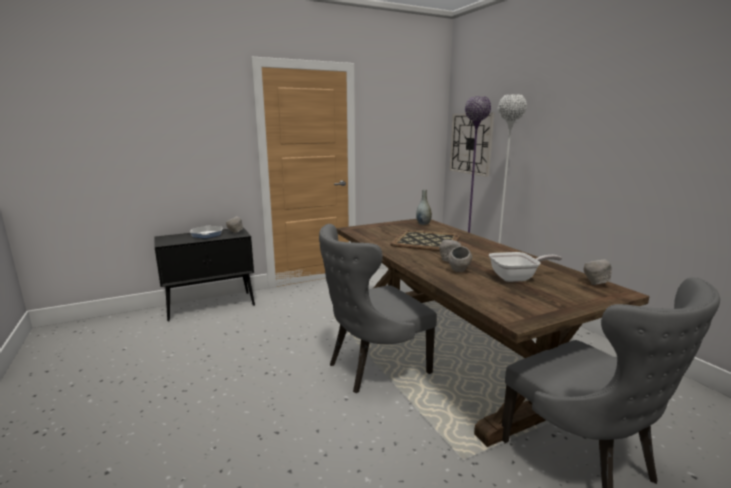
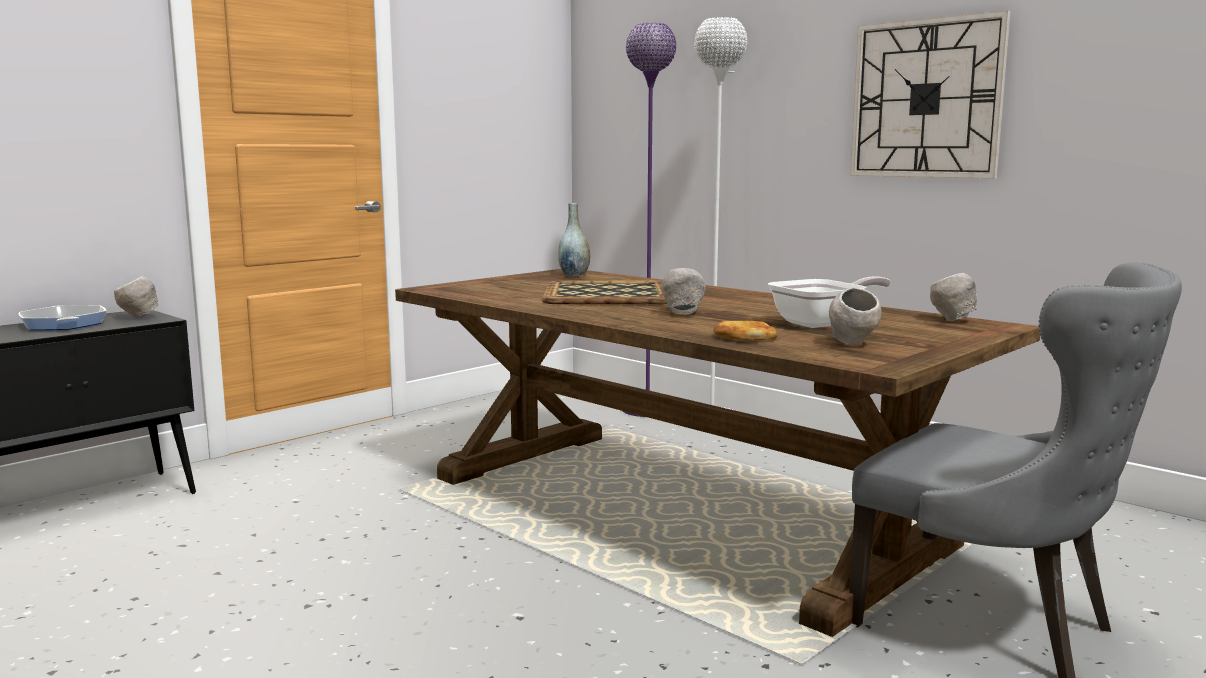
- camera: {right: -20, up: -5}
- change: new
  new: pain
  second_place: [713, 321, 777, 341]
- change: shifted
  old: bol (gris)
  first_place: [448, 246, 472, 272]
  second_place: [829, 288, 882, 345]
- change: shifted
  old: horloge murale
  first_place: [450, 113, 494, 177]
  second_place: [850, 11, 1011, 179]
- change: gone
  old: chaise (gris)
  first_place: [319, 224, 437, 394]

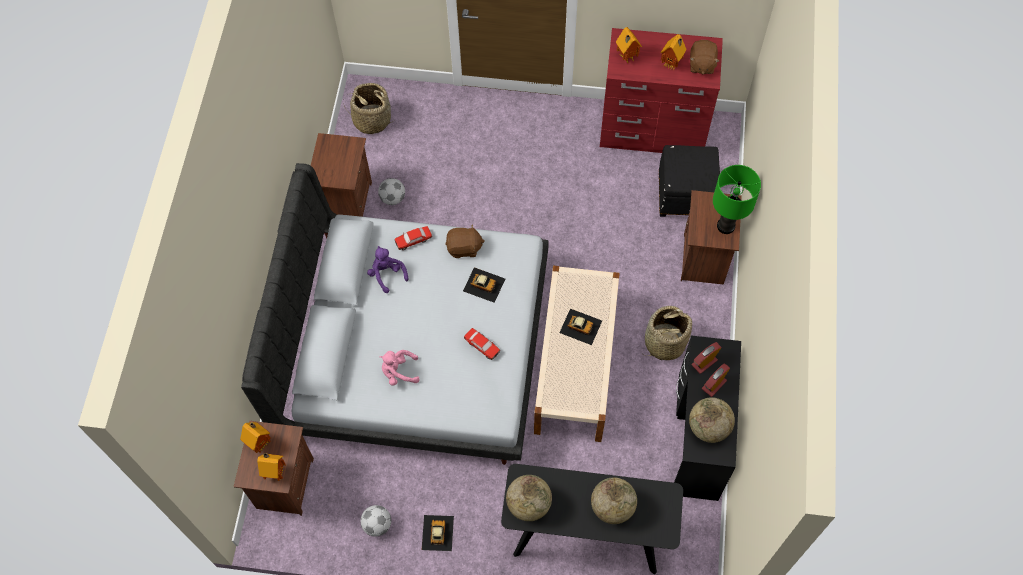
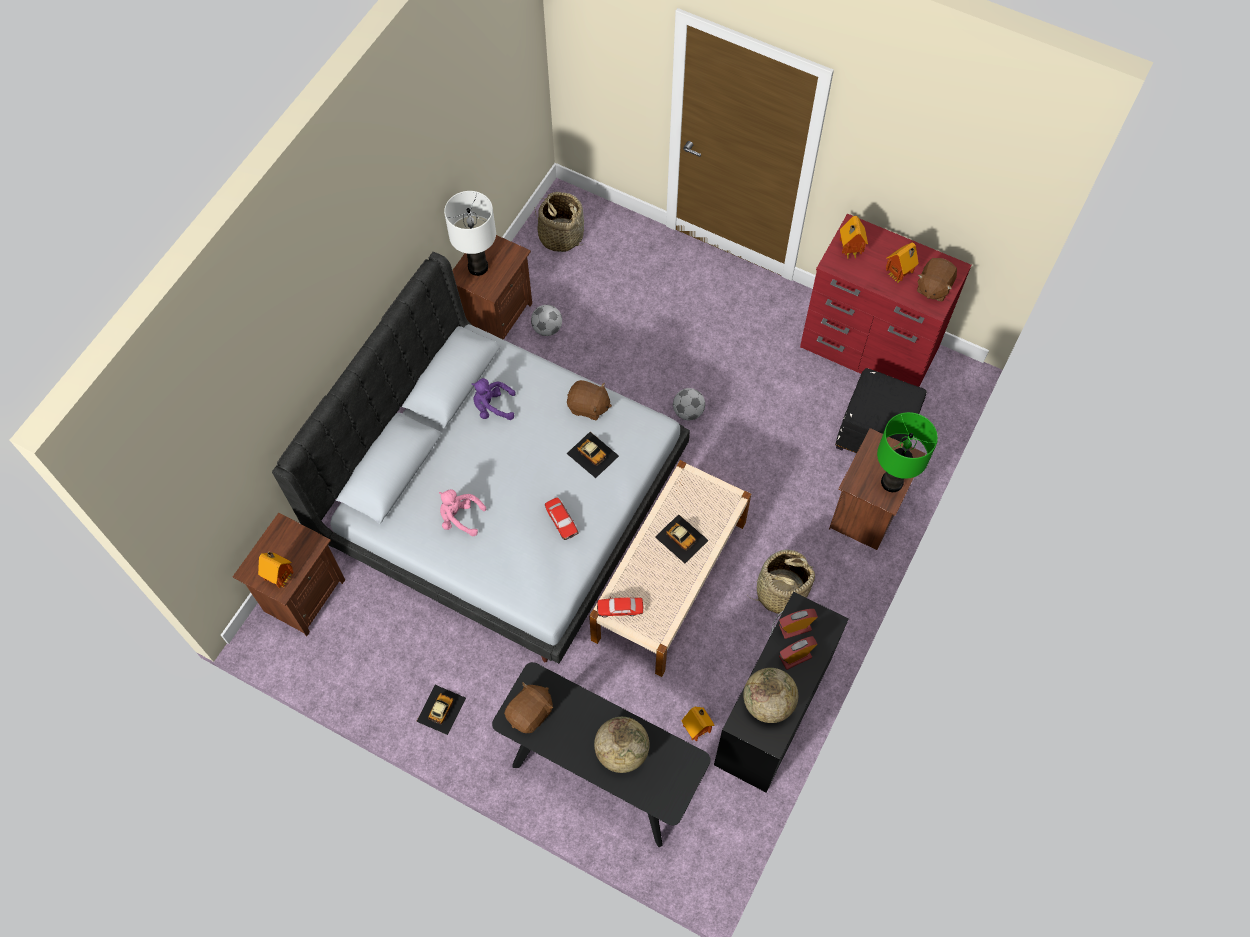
- camera: {right: 20, up: 0}
- change: new
  new: lampe de table (blanc)
  second_place: [444, 191, 496, 276]
- change: rotated
  old: peluche (violet)
  first_place: [367, 246, 408, 293]
  second_place: [471, 378, 516, 420]
  degrees: -75
- change: swapped
  old: globe
  new: peluche (marron)
  first_place: [506, 475, 552, 521]
  second_place: [504, 682, 553, 733]
- change: shifted
  old: petite voiture
  first_place: [395, 226, 432, 250]
  second_place: [597, 596, 643, 618]
- change: shifted
  old: ballon de foot
  first_place: [360, 505, 391, 537]
  second_place: [673, 388, 705, 420]
- change: shifted
  old: maison miniature
  first_place: [240, 422, 271, 453]
  second_place: [681, 707, 715, 741]

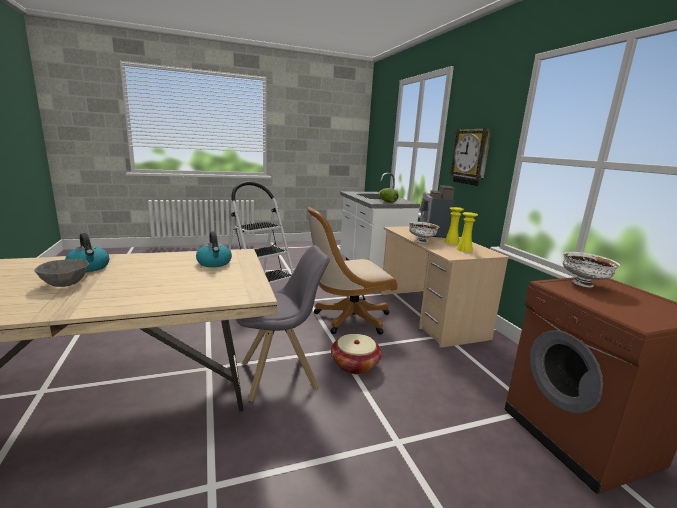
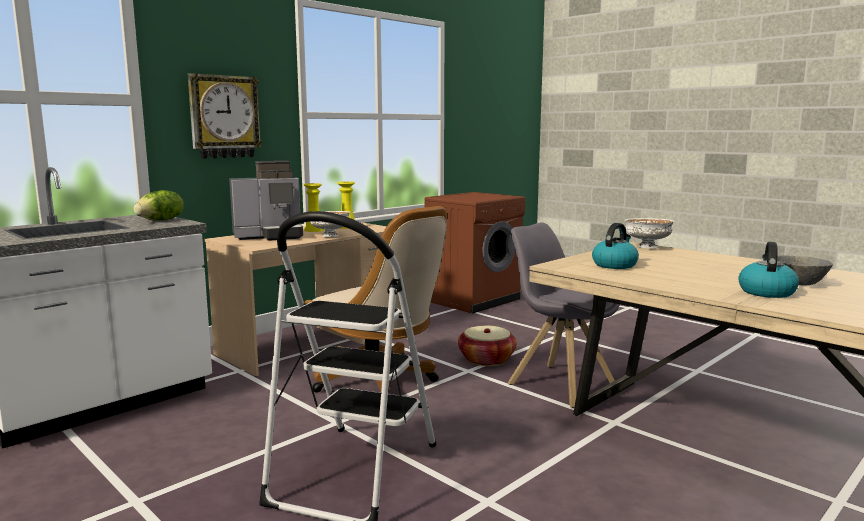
- camera: {right: -115, up: -5}
- change: shifted
  old: bol (blanc)
  first_place: [563, 252, 620, 287]
  second_place: [625, 218, 674, 249]

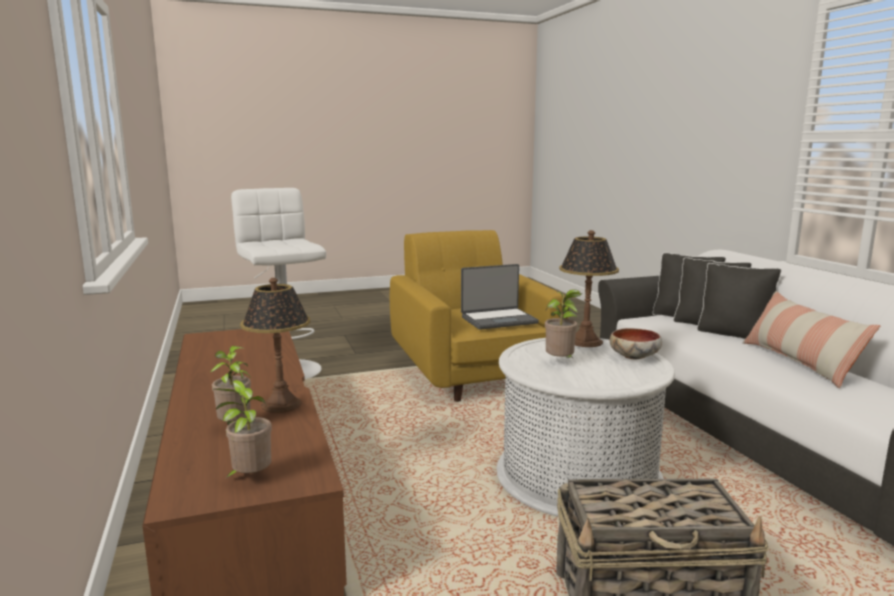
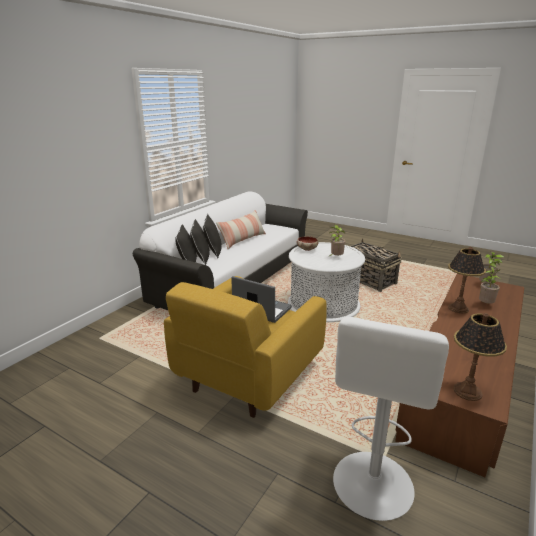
- camera: {right: -130, up: 10}
- change: shifted
  old: lampe de table
  first_place: [559, 230, 619, 347]
  second_place: [453, 313, 507, 401]

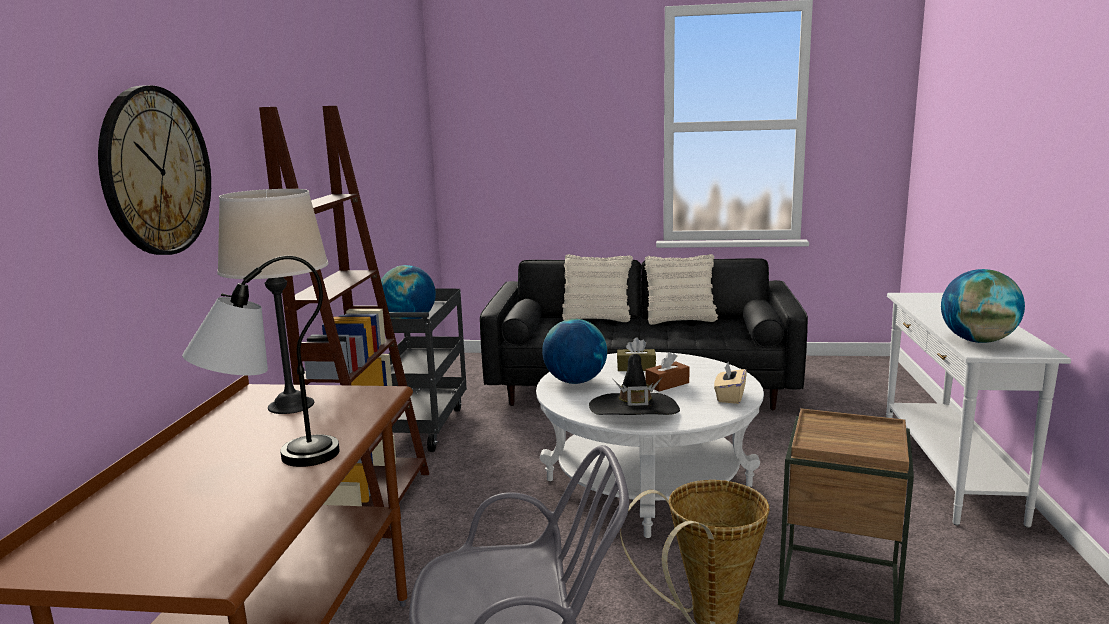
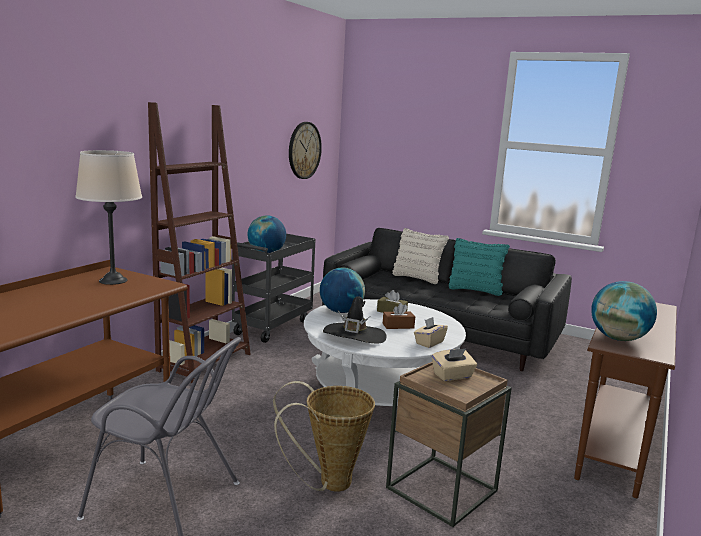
- camera: {right: 20, up: 0}
- change: shifted
  old: horloge murale
  first_place: [98, 85, 211, 255]
  second_place: [289, 122, 322, 179]
- change: new
  new: boîte à mouchoirs (beige)
  second_place: [432, 348, 477, 381]
- change: repainted
  old: coussin (beige)
  new: coussin (turquoise)
  first_place: [645, 254, 718, 325]
  second_place: [449, 238, 510, 296]
- change: repainted
  old: table console (blanc)
  new: table console (marron)
  first_place: [886, 293, 1071, 528]
  second_place: [574, 302, 677, 499]
- change: gone
  old: lampe de table
  first_place: [182, 256, 340, 467]

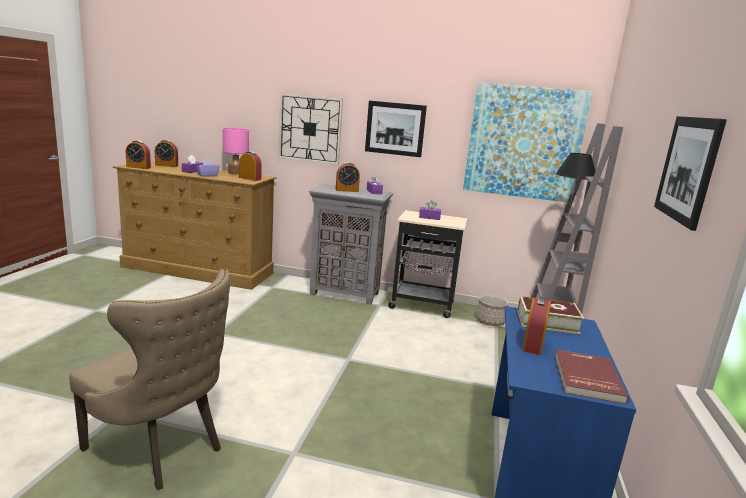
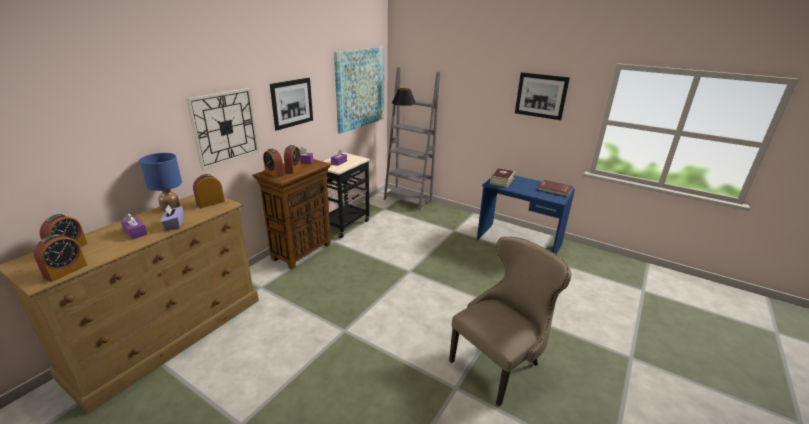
- camera: {right: -70, up: 10}
- change: repainted
  old: lampe de table (rose)
  new: lampe de table (bleu)
  first_place: [223, 128, 249, 175]
  second_place: [139, 153, 182, 212]
- change: repainted
  old: meuble de rangement (gris)
  new: meuble de rangement (marron)
  first_place: [309, 184, 393, 305]
  second_place: [252, 159, 331, 269]
- change: shifted
  old: réveil
  first_place: [522, 296, 551, 355]
  second_place: [263, 149, 284, 178]
- change: gone
  old: cache-pot
  first_place: [476, 295, 508, 326]

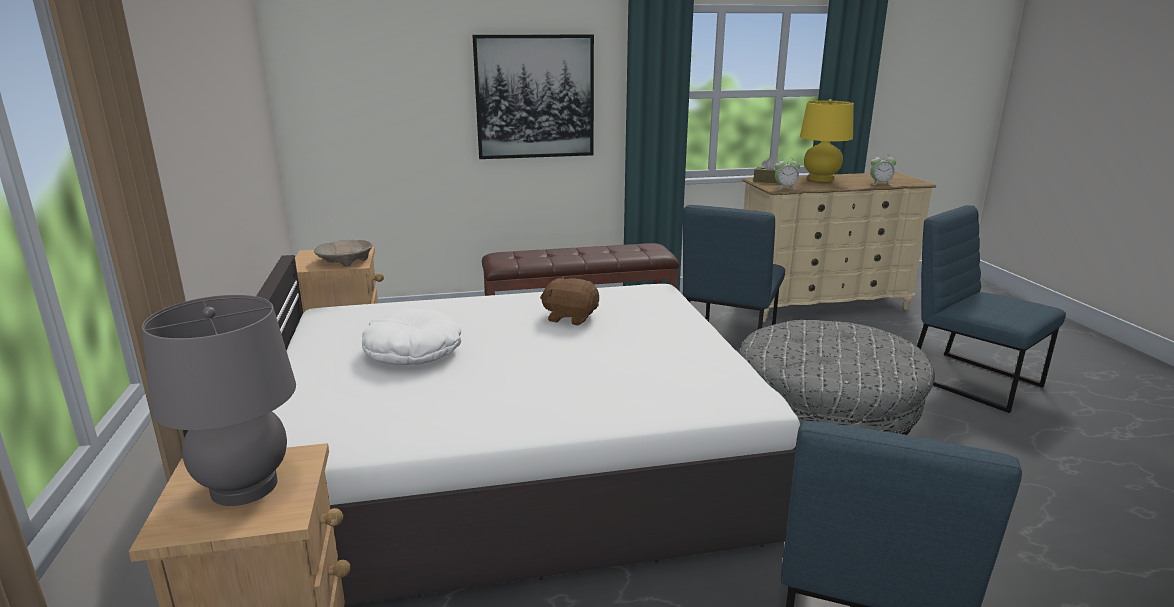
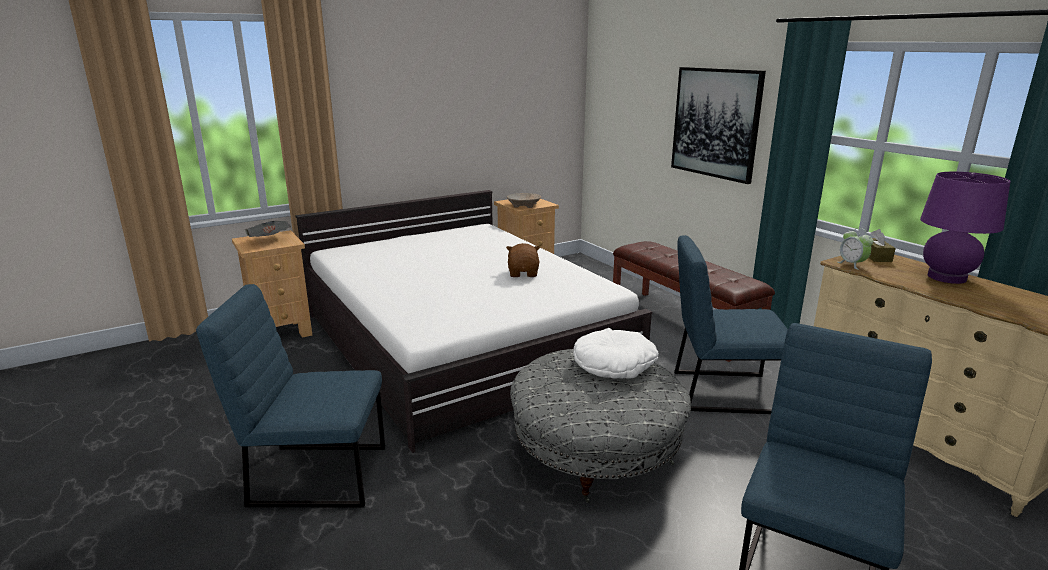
- camera: {right: 70, up: 0}
- change: swapped
  old: lampe de table (gris)
  new: journal
  first_place: [142, 295, 296, 506]
  second_place: [245, 221, 291, 237]
- change: shifted
  old: coussin (blanc)
  first_place: [362, 308, 461, 365]
  second_place: [573, 328, 659, 379]
- change: repainted
  old: lampe de table (jaune)
  new: lampe de table (violet)
  first_place: [800, 99, 854, 182]
  second_place: [920, 172, 1011, 284]
- change: gone
  old: réveil
  first_place: [870, 153, 896, 185]

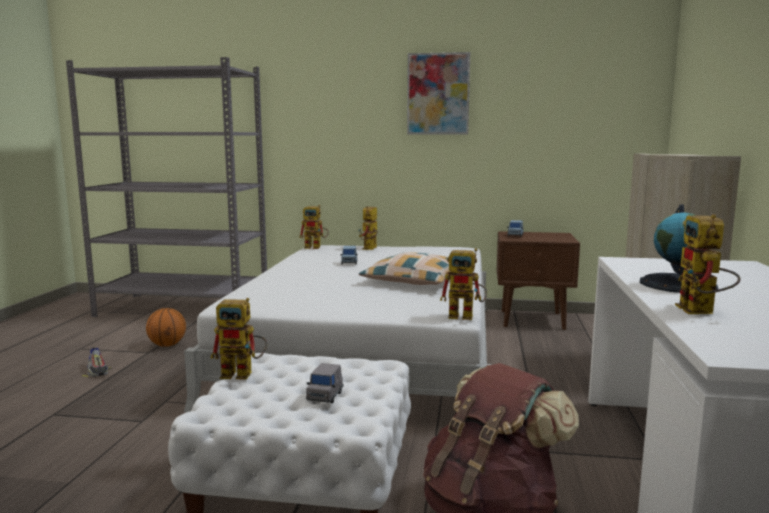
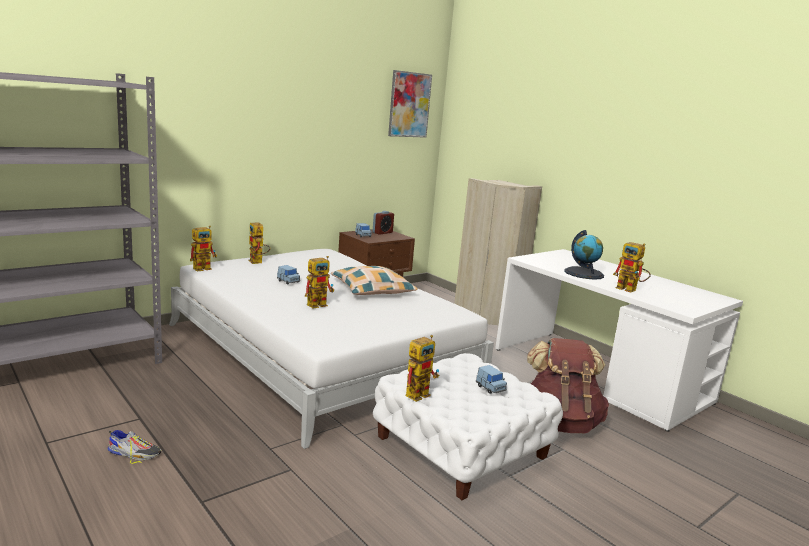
- camera: {right: -50, up: 5}
- change: shifted
  old: robot jouet
  first_place: [440, 248, 487, 320]
  second_place: [305, 256, 335, 308]
- change: new
  new: réveil
  second_place: [372, 211, 394, 235]
- change: shifted
  old: tableau
  first_place: [407, 52, 470, 135]
  second_place: [388, 70, 432, 138]
- change: repainted
  old: petite voiture (gris)
  new: petite voiture (bleu)
  first_place: [306, 363, 343, 404]
  second_place: [476, 365, 507, 394]
- change: gone
  old: ballon de basket
  first_place: [146, 308, 186, 347]

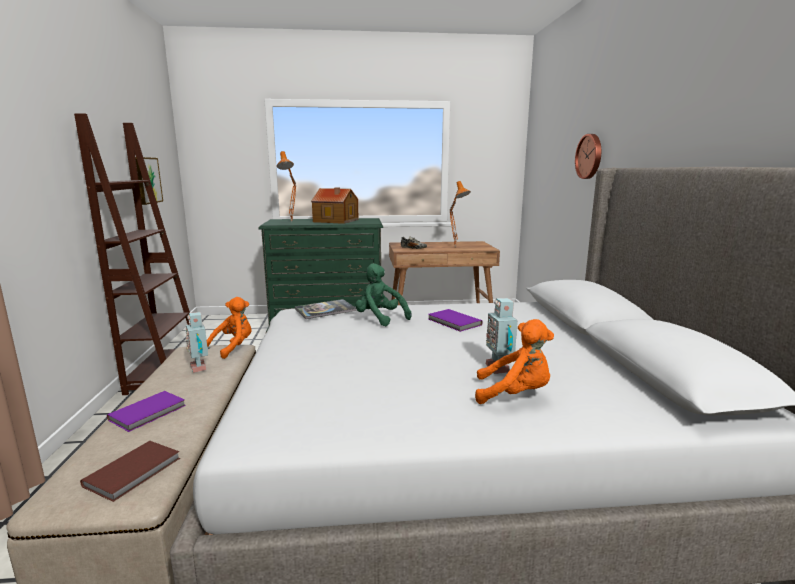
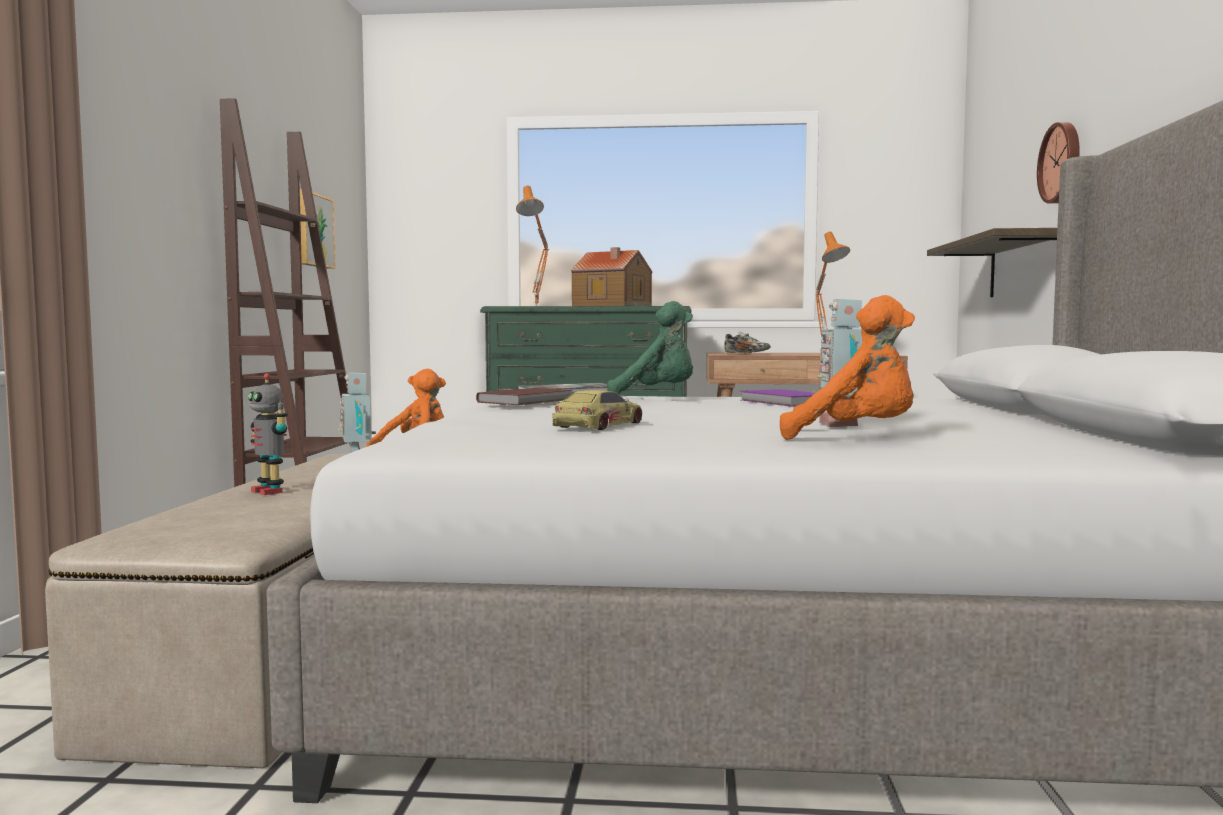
- camera: {right: 10, up: -10}
- change: swapped
  old: livre (violet)
  new: robot jouet
  first_place: [107, 391, 186, 432]
  second_place: [248, 374, 288, 495]
- change: shifted
  old: livre (marron)
  first_place: [80, 441, 180, 502]
  second_place: [476, 388, 572, 405]
- change: new
  new: petite voiture
  second_place: [552, 390, 642, 430]
- change: rotated
  old: peluche (vert)
  first_place: [355, 263, 412, 326]
  second_place: [607, 301, 693, 394]
  degrees: 135
- change: new
  new: étagère
  second_place: [927, 228, 1057, 297]

